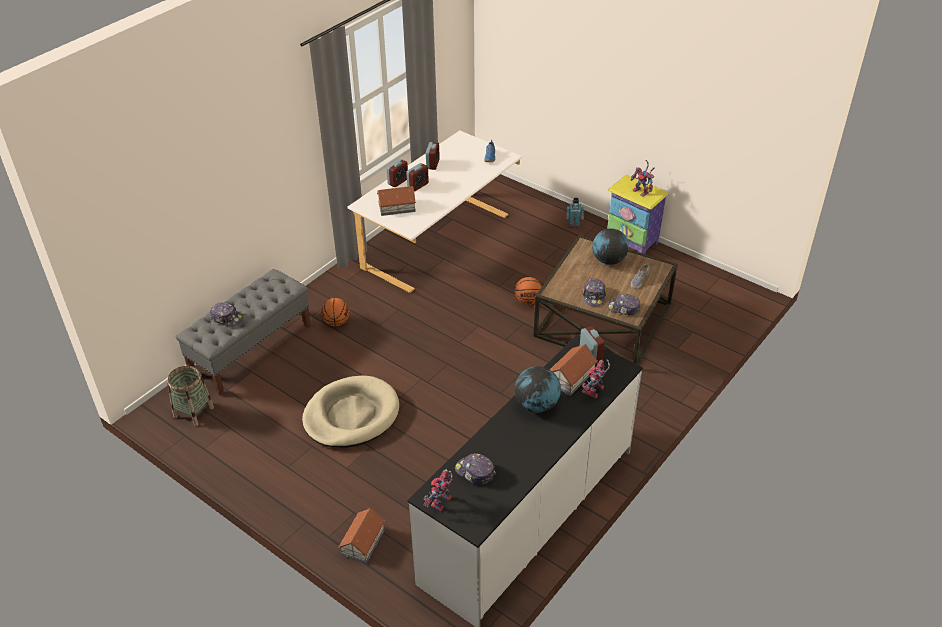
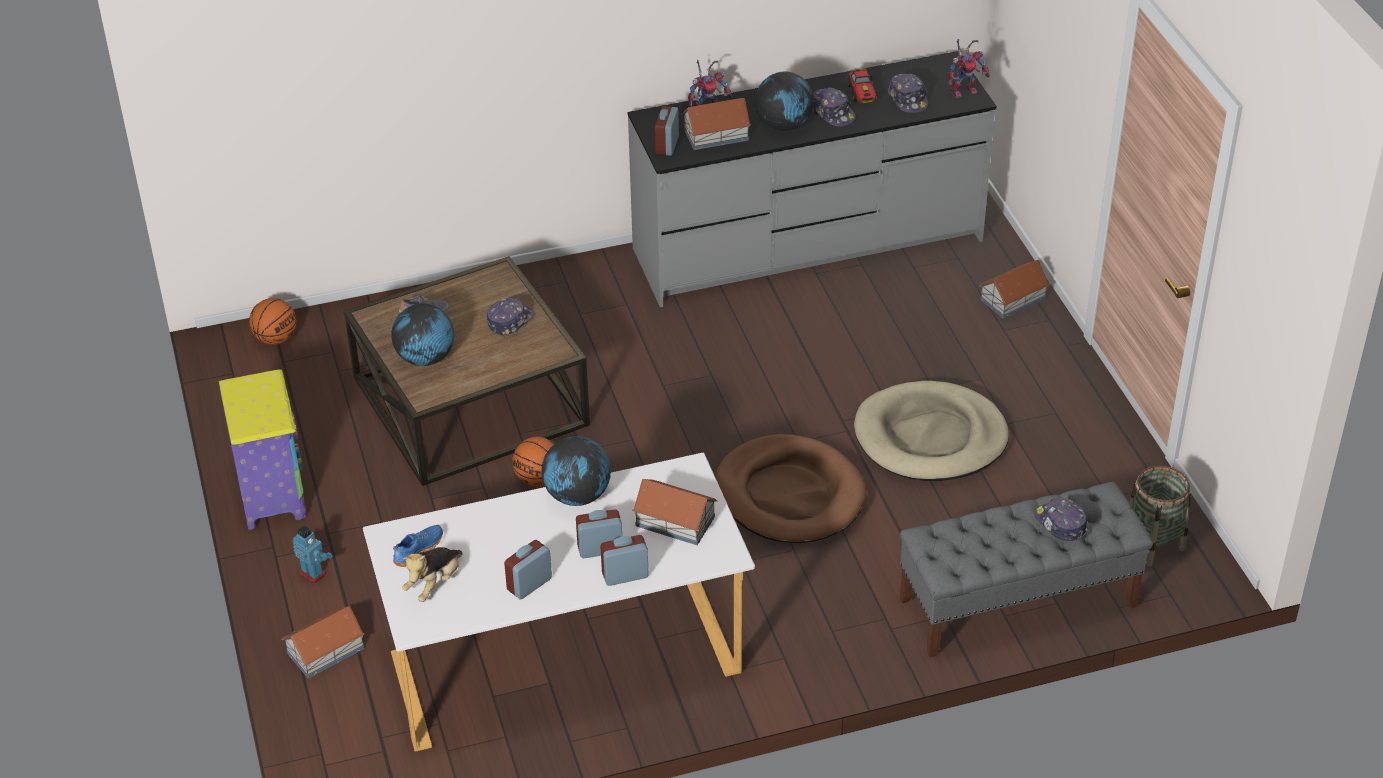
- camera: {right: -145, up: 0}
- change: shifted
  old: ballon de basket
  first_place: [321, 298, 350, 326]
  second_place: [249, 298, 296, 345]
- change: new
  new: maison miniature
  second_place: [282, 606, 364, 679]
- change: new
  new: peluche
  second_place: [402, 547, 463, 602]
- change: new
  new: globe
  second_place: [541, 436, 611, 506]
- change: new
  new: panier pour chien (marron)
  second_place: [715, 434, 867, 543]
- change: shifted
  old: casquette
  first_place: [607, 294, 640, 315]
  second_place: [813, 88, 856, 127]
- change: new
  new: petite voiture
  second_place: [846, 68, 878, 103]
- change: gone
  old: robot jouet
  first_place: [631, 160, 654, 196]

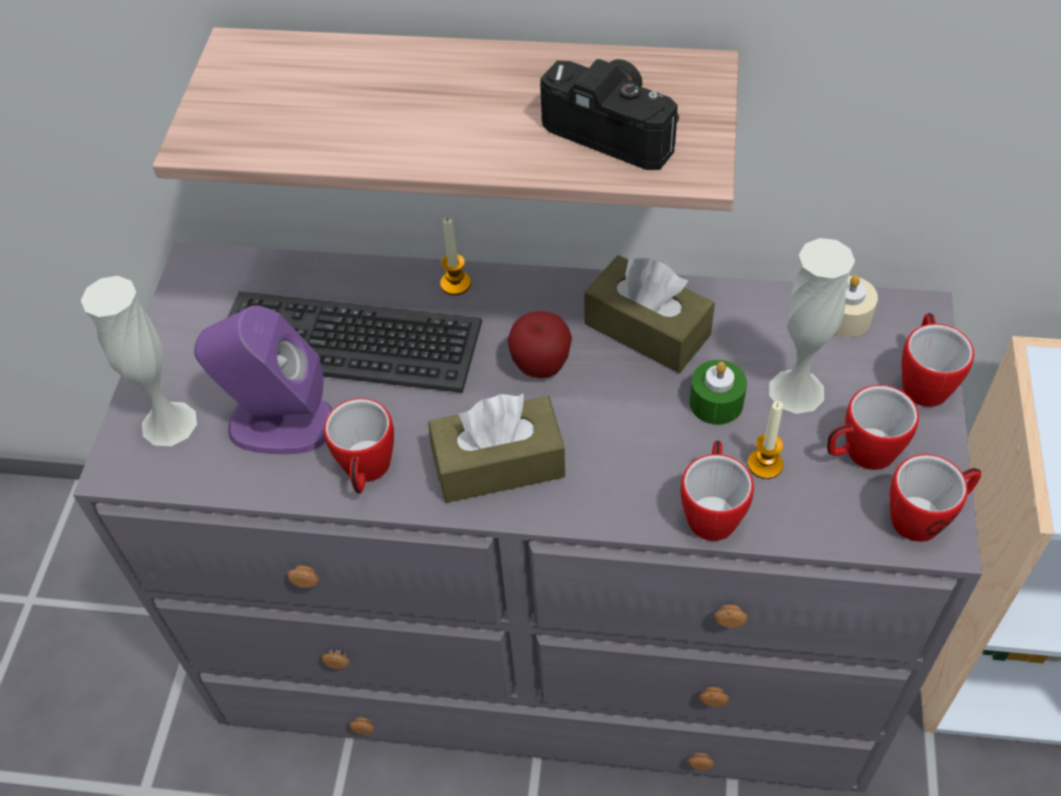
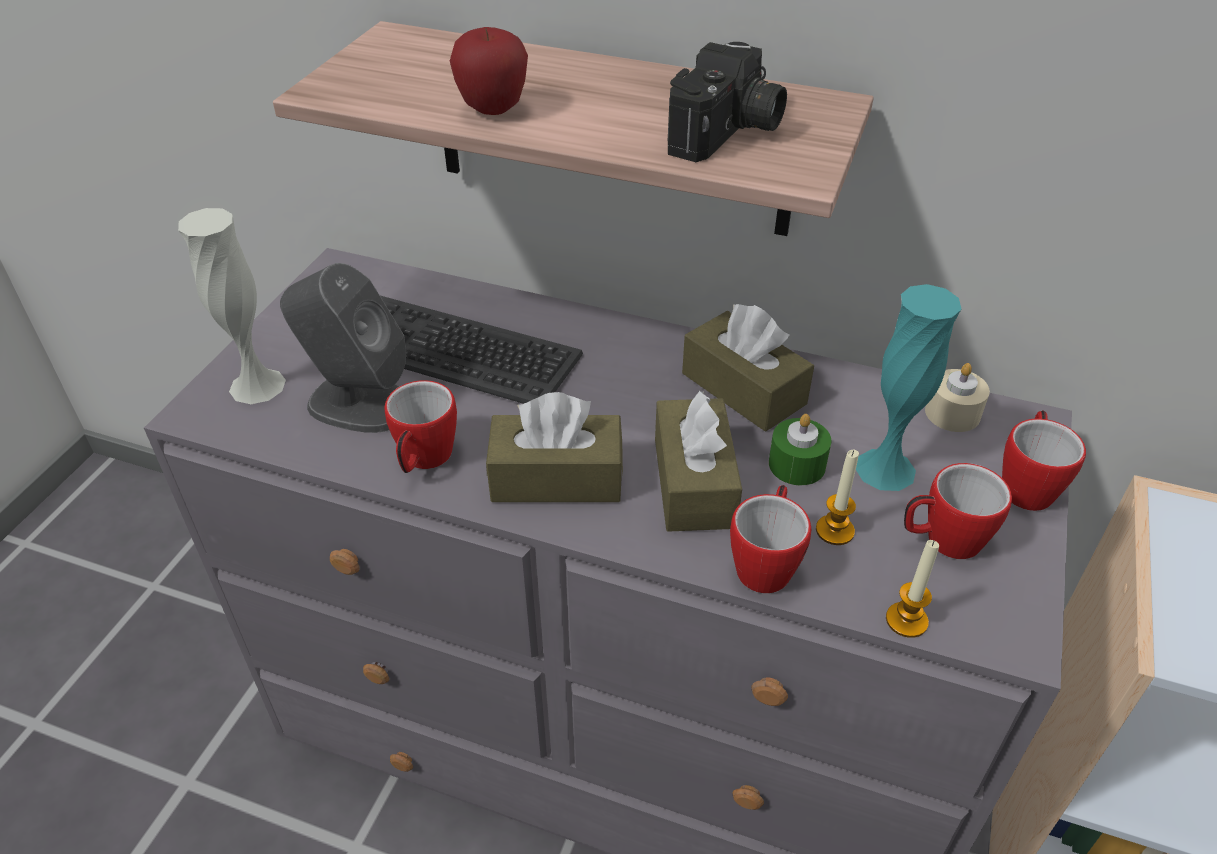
- camera: {right: 10, up: -10}
- change: repainted
  old: enceinte (violet)
  new: enceinte (gris)
  first_place: [194, 306, 333, 454]
  second_place: [280, 263, 406, 433]
- change: shifted
  old: pomme
  first_place: [508, 311, 572, 378]
  second_place: [450, 27, 528, 115]
- change: new
  new: boîte à mouchoirs (marron)
  second_place: [655, 391, 742, 532]
- change: rotated
  old: appareil photo
  first_place: [540, 59, 679, 170]
  second_place: [668, 42, 787, 162]
  degrees: 75
- change: repainted
  old: vase (blanc)
  new: vase (turquoise)
  first_place: [769, 238, 855, 414]
  second_place: [856, 284, 961, 491]
- change: shifted
  old: bougie
  first_place: [440, 218, 471, 295]
  second_place: [886, 540, 939, 638]
- change: gone
  old: mug
  first_place: [890, 454, 981, 542]

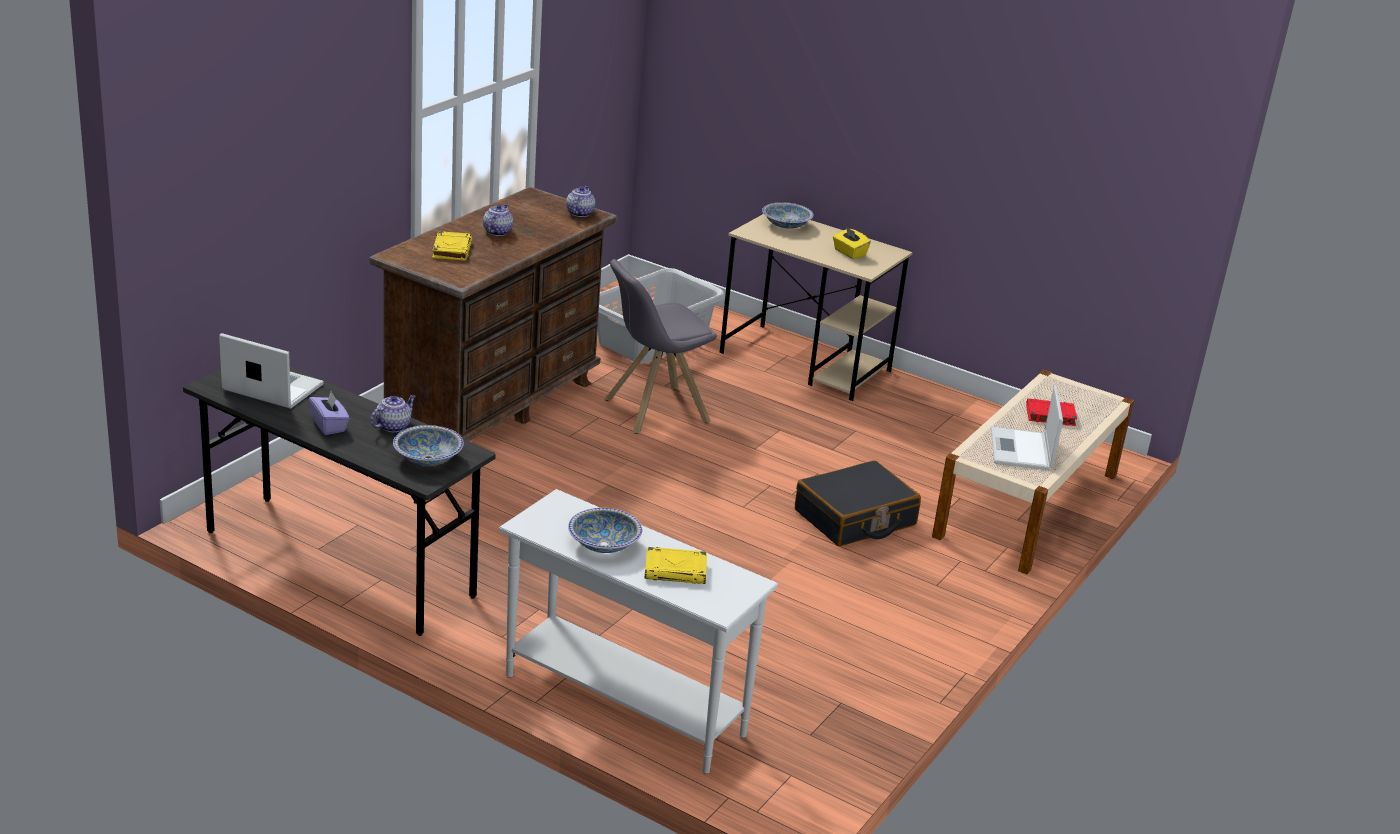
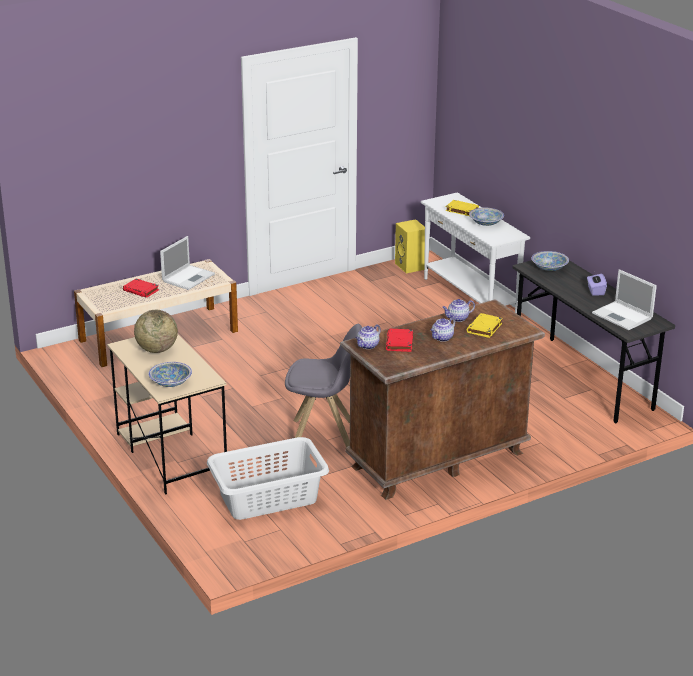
- camera: {right: -150, up: 0}
- change: swapped
  old: boîte à mouchoirs (jaune)
  new: globe
  first_place: [833, 227, 871, 259]
  second_place: [134, 310, 178, 353]
- change: new
  new: livre (rouge)
  second_place: [386, 329, 413, 352]
- change: new
  new: enceinte (jaune)
  second_place: [395, 219, 425, 273]
- change: shifted
  old: théière
  first_place: [370, 395, 416, 432]
  second_place: [442, 299, 475, 322]
- change: gone
  old: valise (noir)
  first_place: [795, 460, 921, 546]

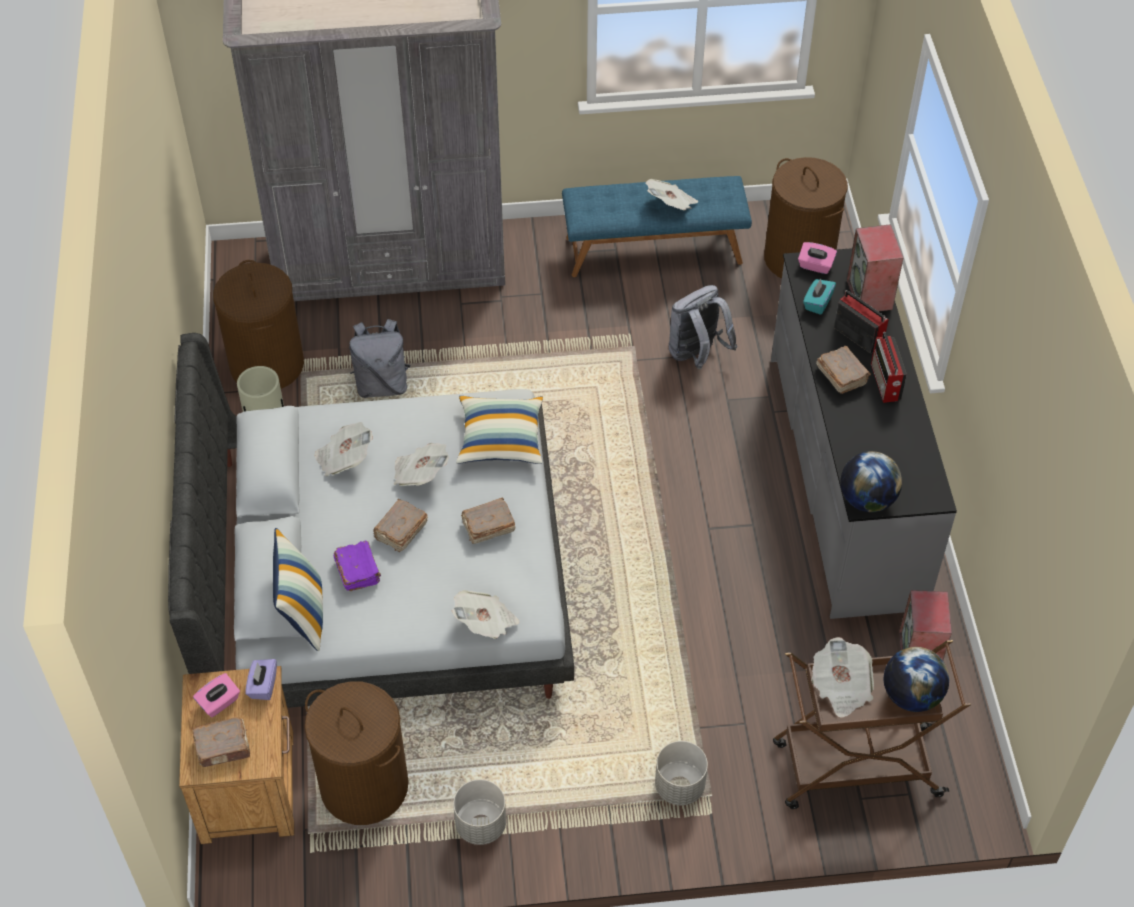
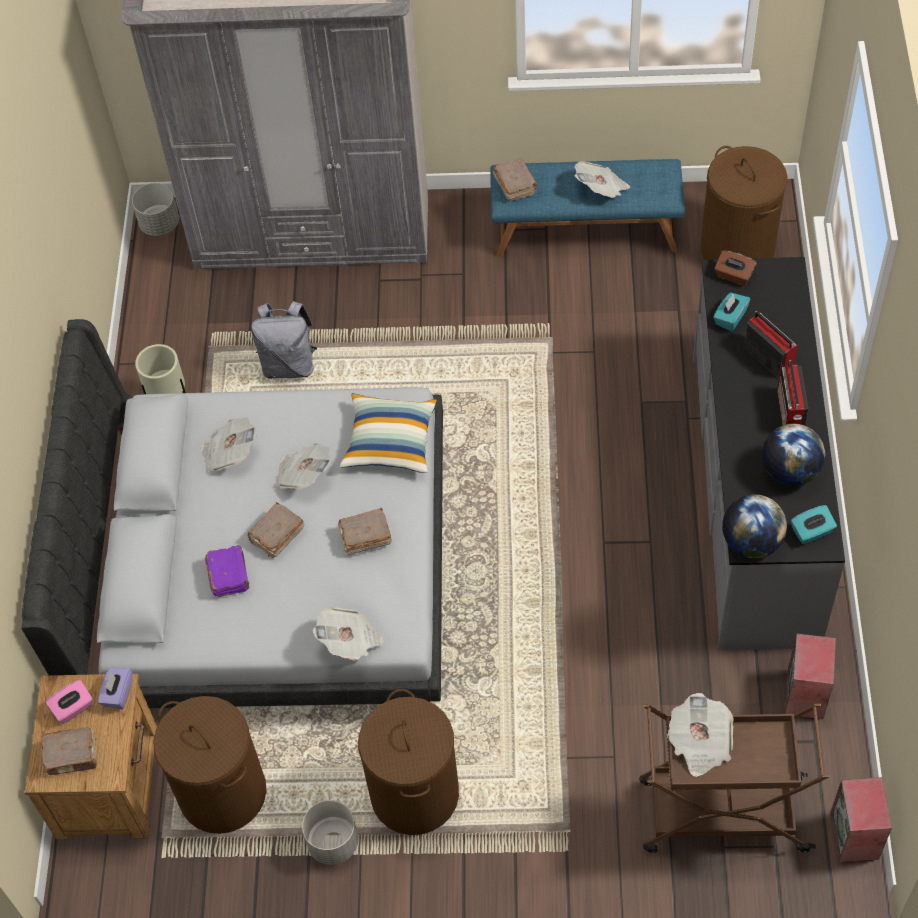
- camera: {right: 10, up: 5}
- change: shifted
  old: cache-pot (gris)
  first_place: [655, 741, 708, 805]
  second_place: [132, 183, 179, 236]
- change: shifted
  old: panier à linge (marron)
  first_place: [213, 260, 304, 389]
  second_place: [358, 689, 459, 835]
- change: shifted
  old: livre (marron)
  first_place: [816, 346, 871, 394]
  second_place: [493, 158, 538, 201]
- change: repainted
  old: boîte à mouchoirs (rose)
  new: boîte à mouchoirs (marron)
  first_place: [798, 242, 837, 274]
  second_place: [714, 250, 756, 286]
- change: shifted
  old: globe
  first_place: [884, 647, 949, 712]
  second_place: [762, 424, 825, 486]
- change: new
  new: boîte à mouchoirs (turquoise)
  second_place: [791, 505, 837, 544]
- change: shifted
  old: enceinte
  first_place: [847, 224, 903, 312]
  second_place: [830, 777, 892, 862]
- change: gone
  old: coussin
  first_place: [273, 528, 323, 651]
- change: gone
  old: sac à dos (gris)
  first_place: [669, 285, 738, 370]

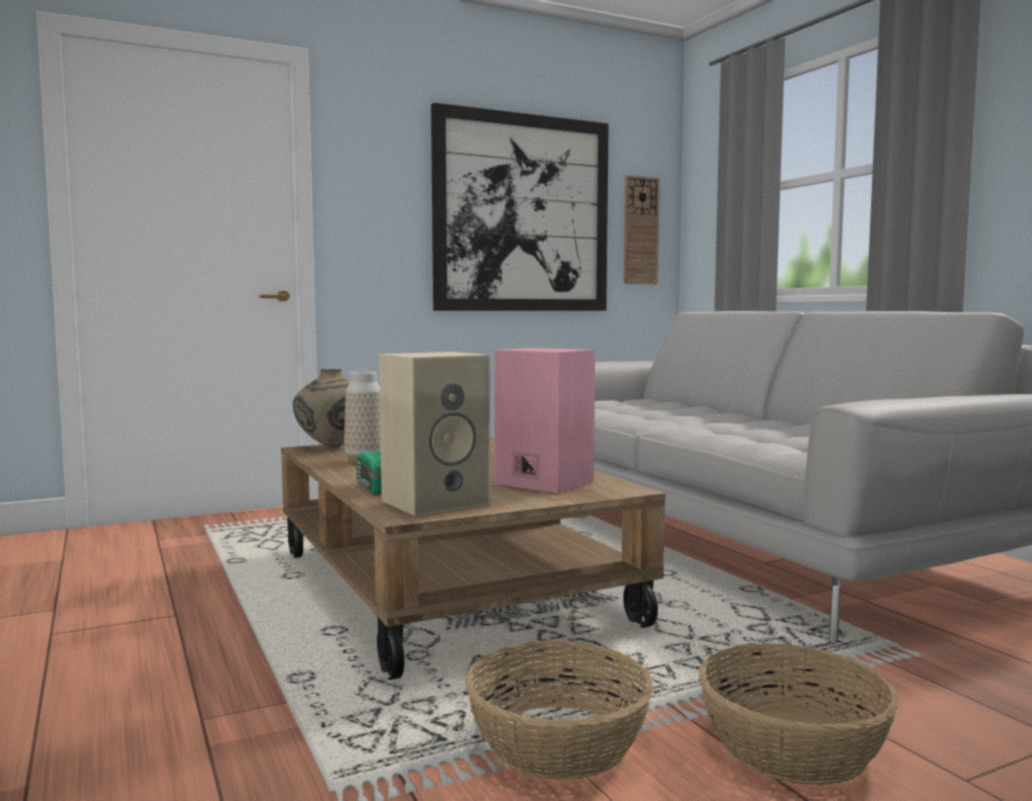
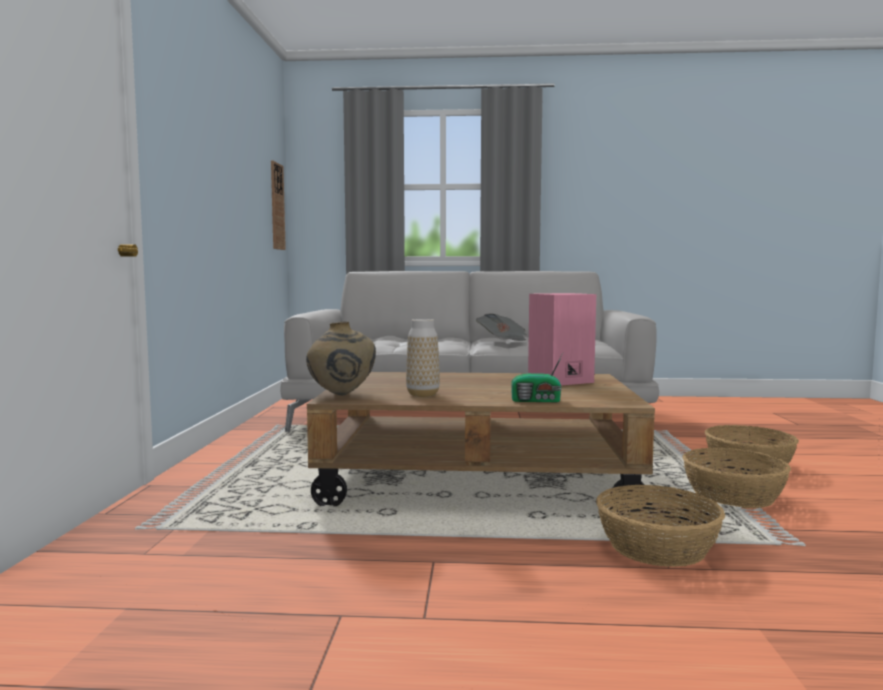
- camera: {right: -60, up: 0}
- change: new
  new: journal
  second_place: [476, 314, 527, 341]
- change: new
  new: panier
  second_place: [596, 485, 725, 567]
- change: gone
  old: enceinte (beige)
  first_place: [379, 352, 491, 516]
- change: gone
  old: tableau
  first_place: [431, 103, 609, 311]

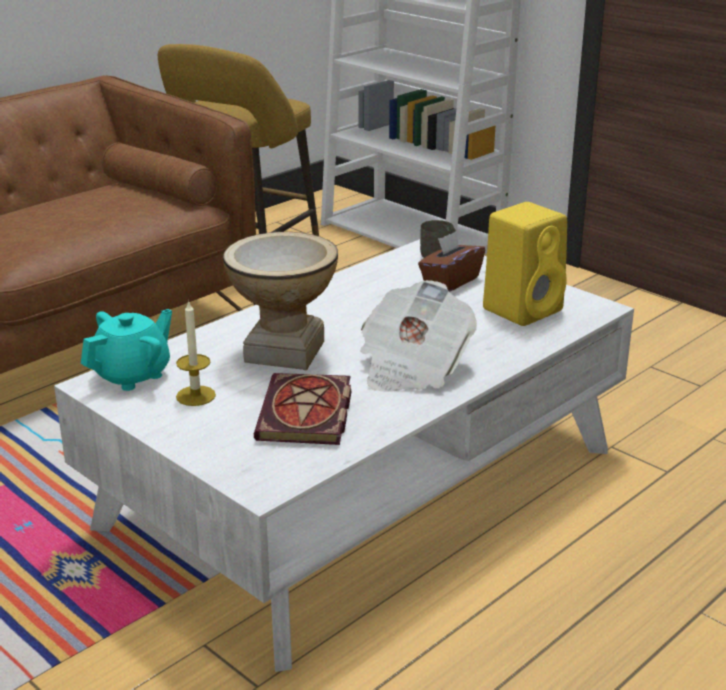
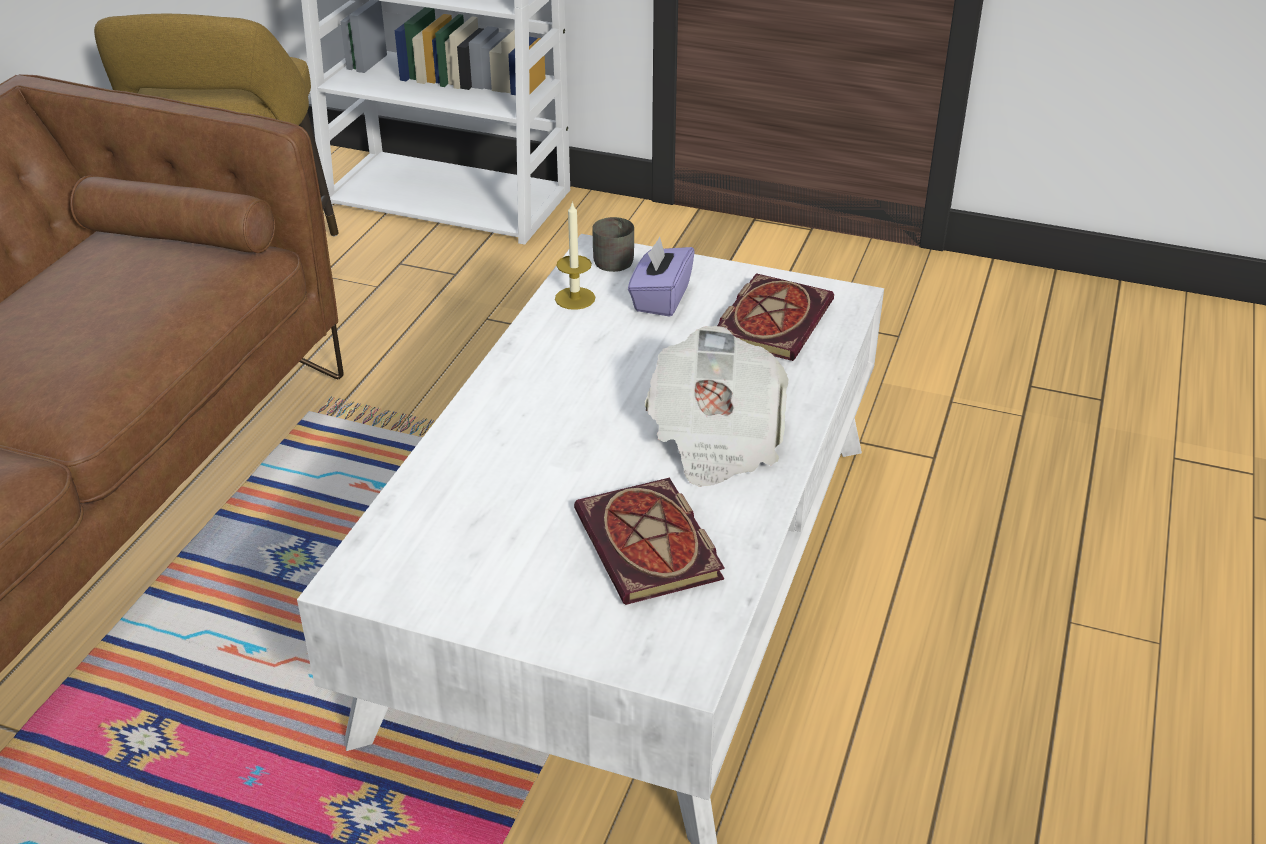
- camera: {right: -25, up: 10}
- change: shifted
  old: bougie
  first_place: [176, 300, 216, 406]
  second_place: [555, 201, 595, 310]
- change: repainted
  old: boîte à mouchoirs (marron)
  new: boîte à mouchoirs (violet)
  first_place: [418, 231, 485, 292]
  second_place: [628, 237, 695, 317]
- change: swapped
  old: enceinte (jaune)
  new: livre
  first_place: [483, 202, 567, 326]
  second_place: [717, 273, 834, 361]
- change: gone
  old: théière (turquoise)
  first_place: [81, 309, 172, 391]
- change: gone
  old: vase
  first_place: [223, 232, 338, 370]

